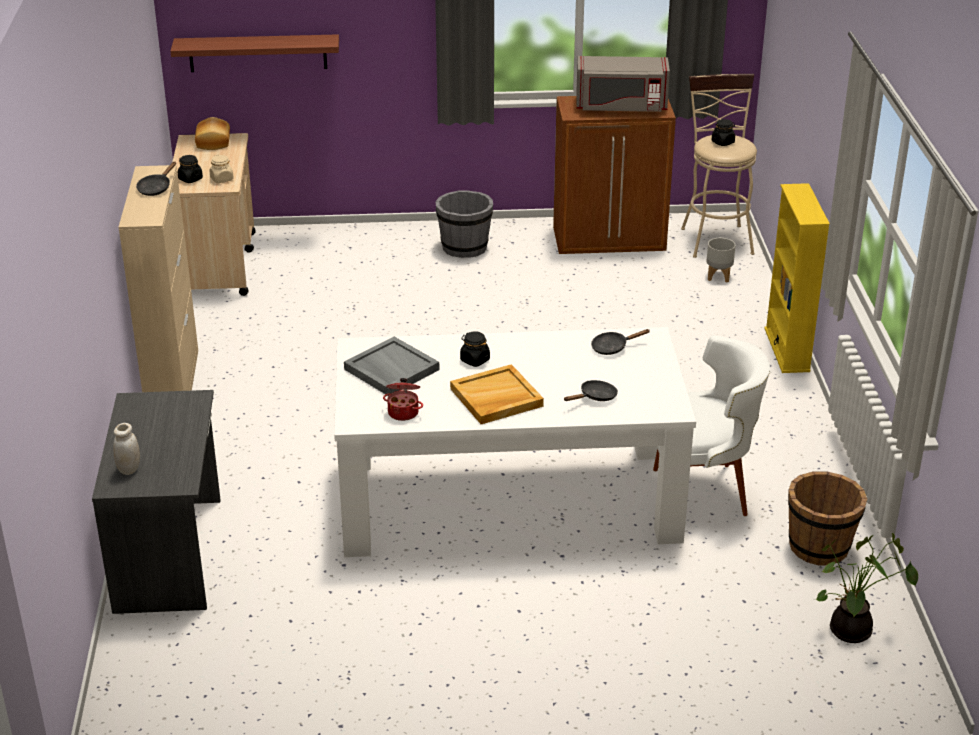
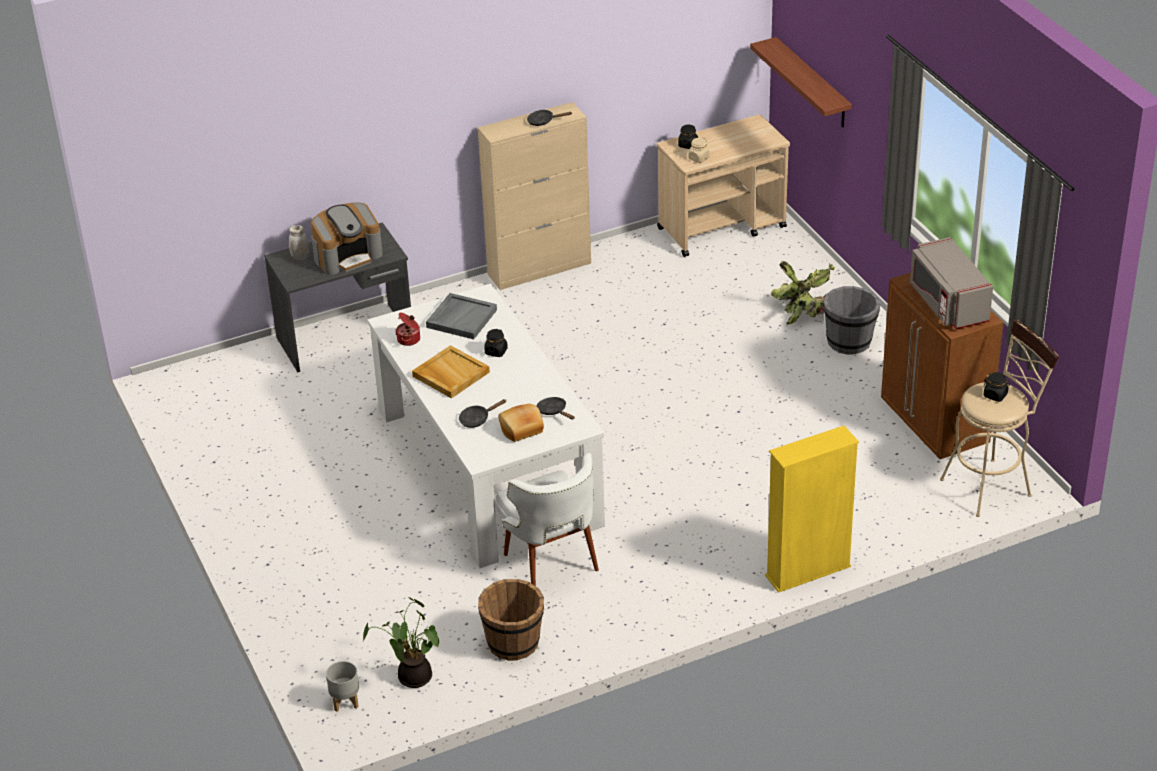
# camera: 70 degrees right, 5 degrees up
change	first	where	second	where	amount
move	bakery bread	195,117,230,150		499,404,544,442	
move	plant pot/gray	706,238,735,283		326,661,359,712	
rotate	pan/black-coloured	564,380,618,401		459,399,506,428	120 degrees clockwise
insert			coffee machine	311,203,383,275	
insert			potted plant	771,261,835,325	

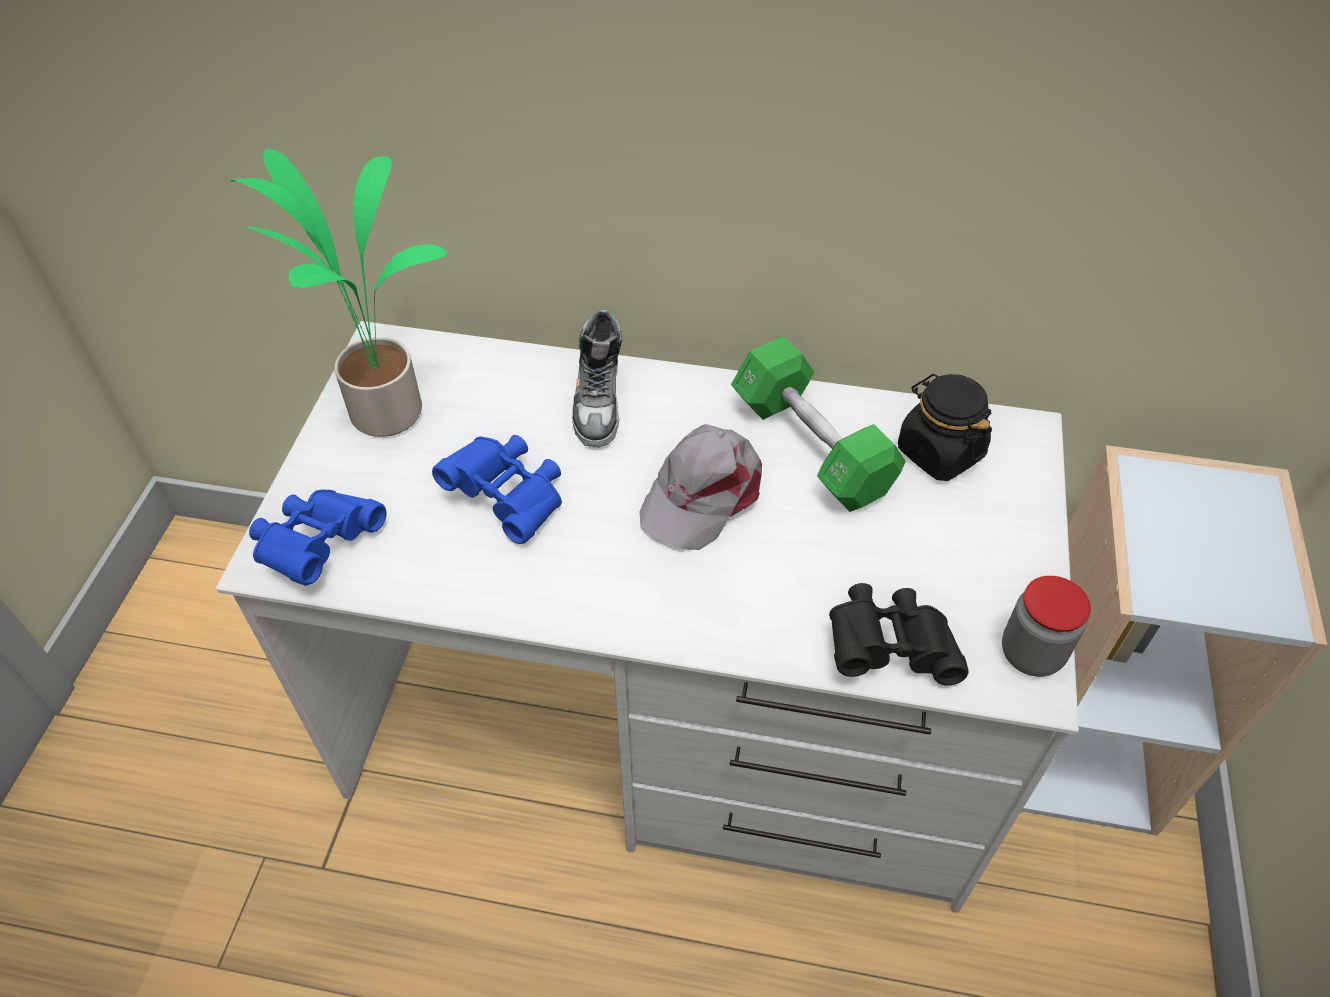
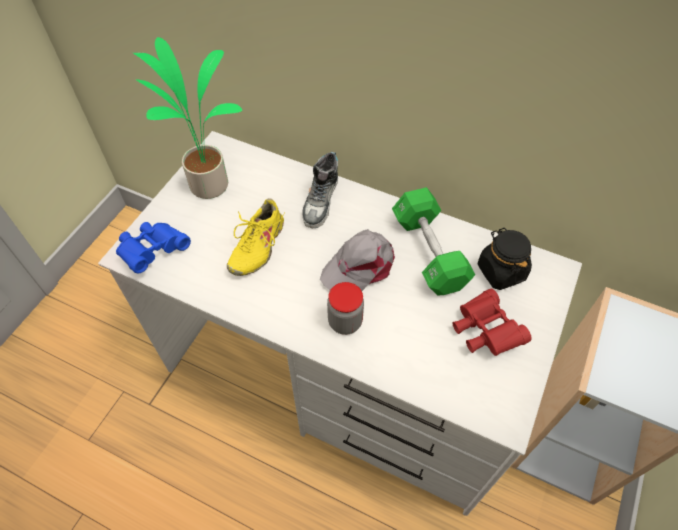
# camera: 15 degrees right, 5 degrees up
change	first	where	second	where	amount
replace	binoculars/bluish	432,435,562,544	item of footwear/yellowish	227,198,285,276	
move	storage jar	1002,576,1091,677		327,282,364,335	
delete	binoculars/black-coloured	829,583,969,685			
insert			binoculars/reddish	452,289,532,356	

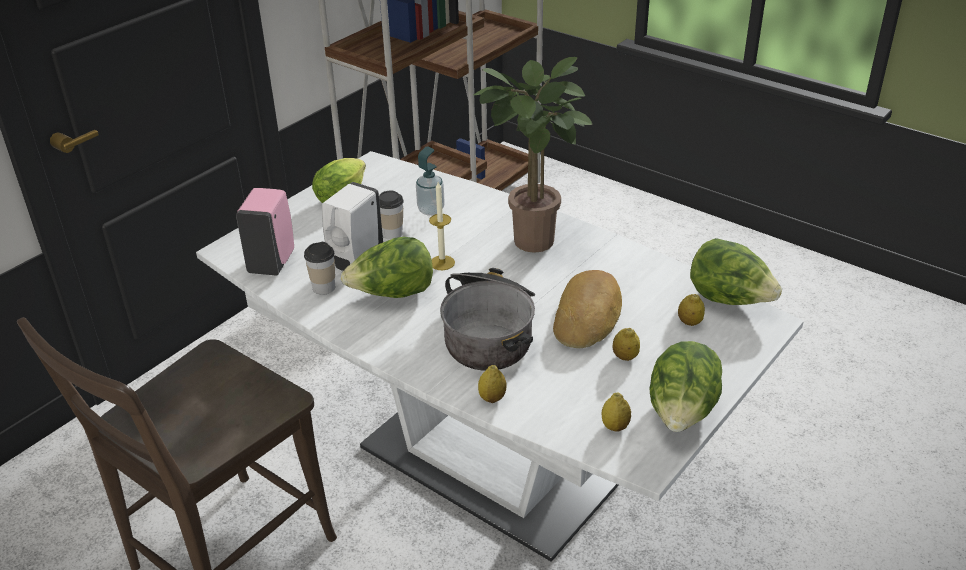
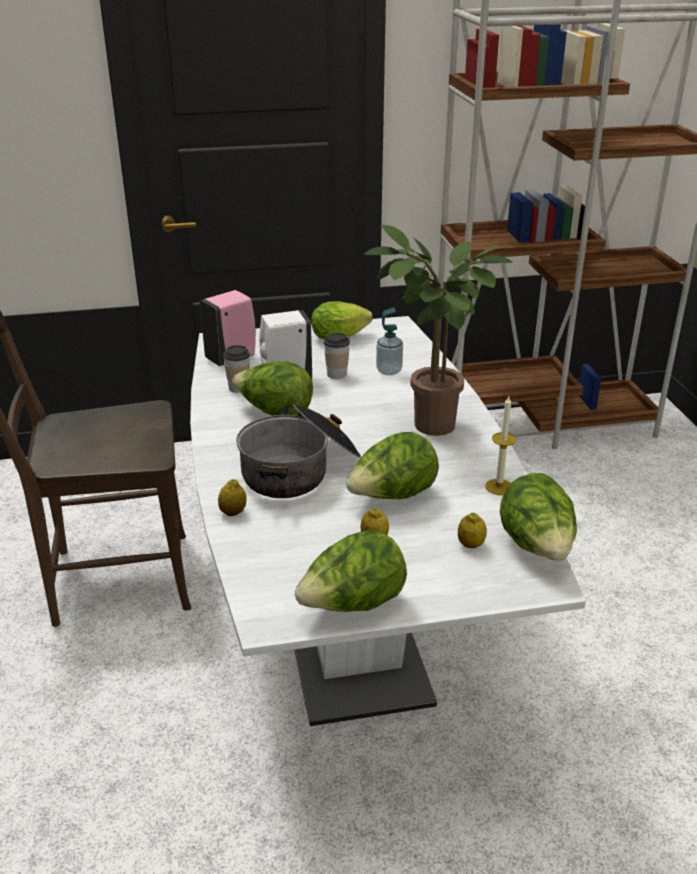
# camera: 40 degrees right, 5 degrees down
change	first	where	second	where	amount
move	wax candle	429,182,455,270		485,396,517,495	
replace	bakery bread	553,270,622,348	lettuce head	346,432,439,499	
delete	whole lemon	602,392,631,432			

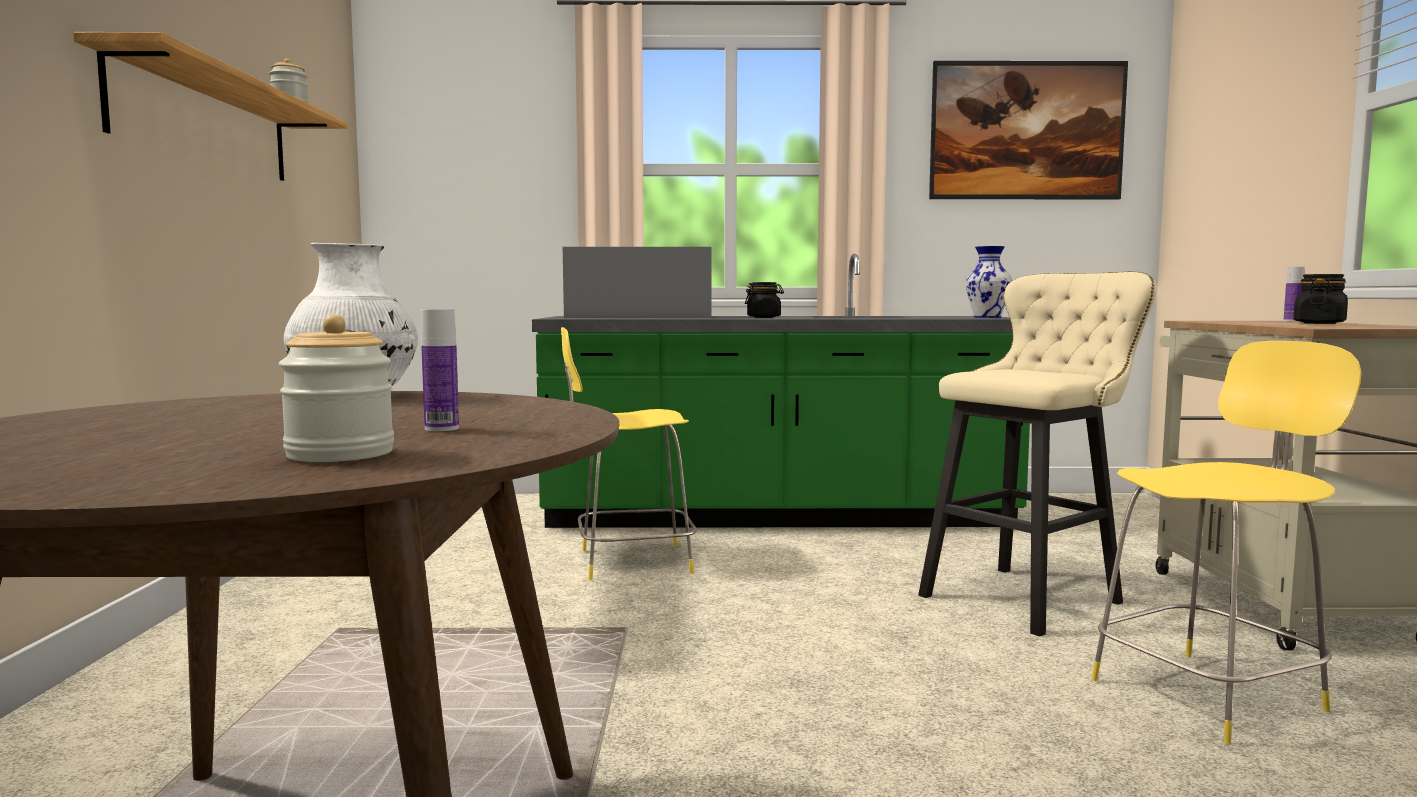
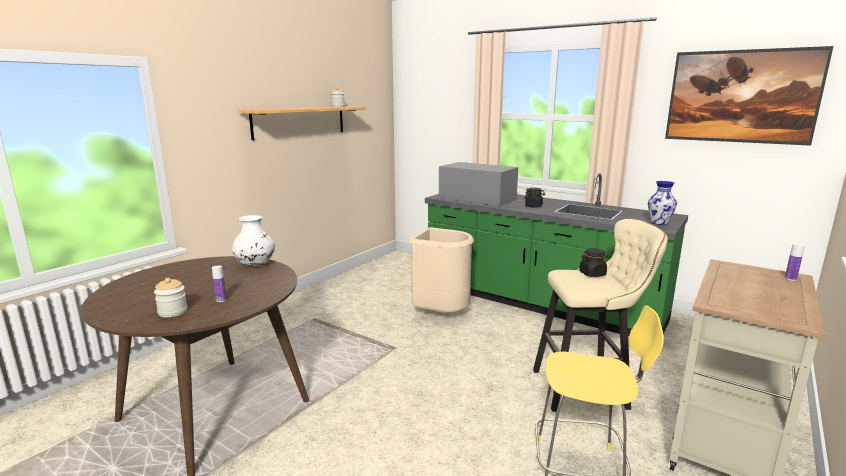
# camera: 35 degrees right, 10 degrees up
change	first	where	second	where	amount
move	storage jar/black-coloured	1294,274,1348,324		579,248,608,277	
replace	stool/yellowish	561,327,697,580	trash can/beige-coloured	409,227,474,313	

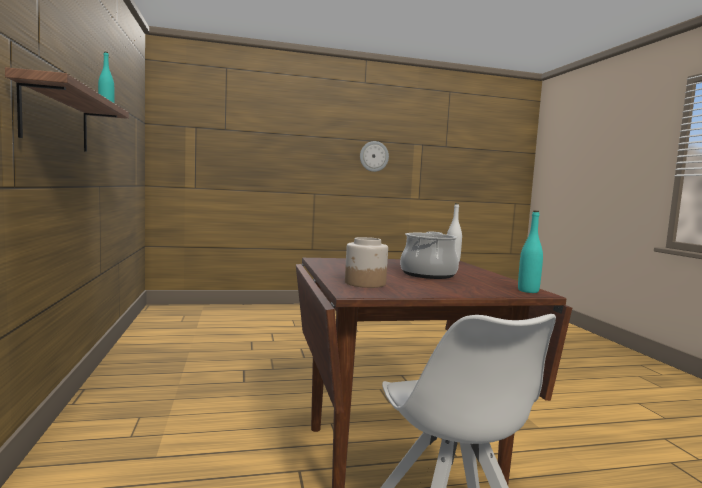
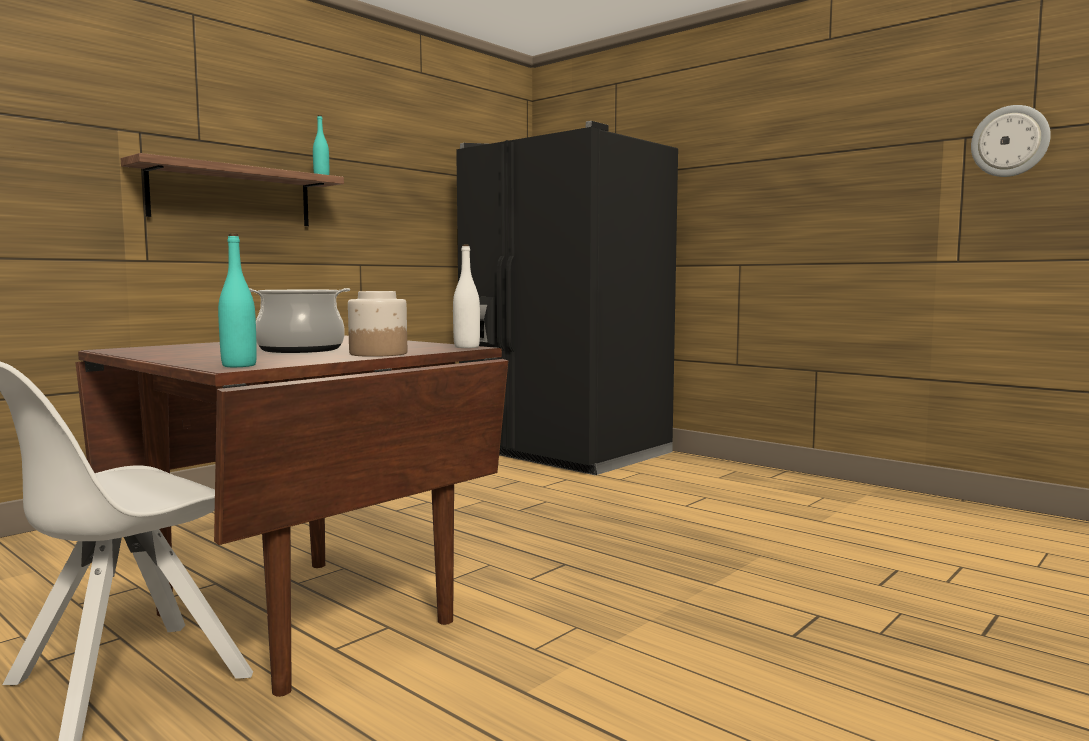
# camera: 55 degrees right, 0 degrees up
change	first	where	second	where	amount
move	wall clock	360,141,389,172		971,105,1051,177	
move	storage jar	345,237,388,288		348,291,407,357	
insert			refrigerator/black-coloured	456,121,678,475	

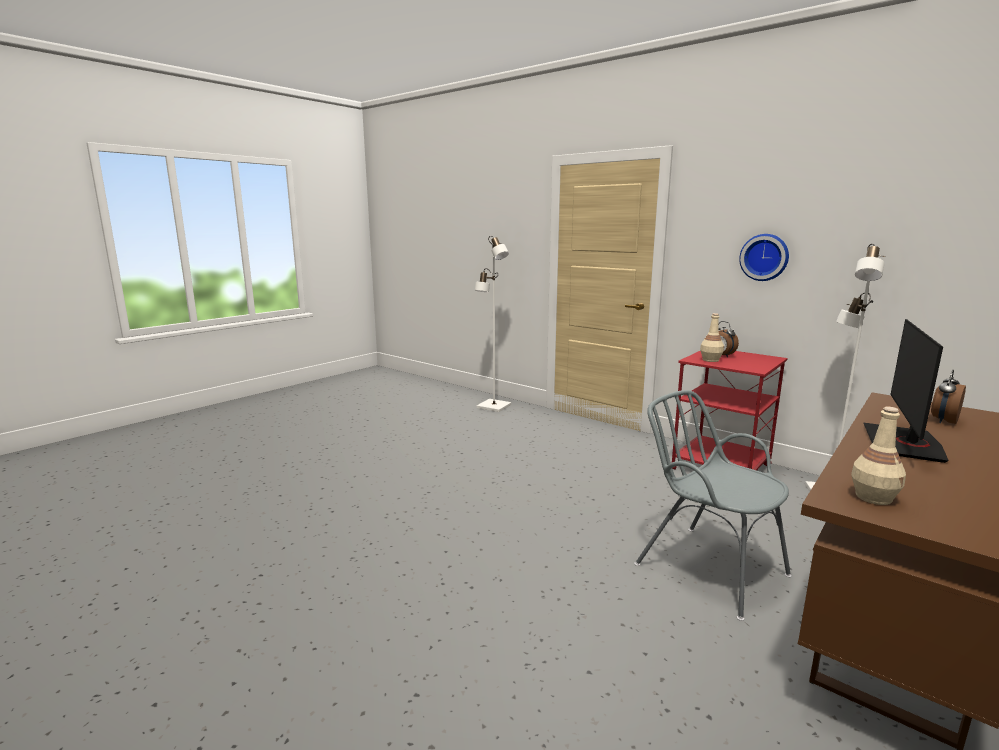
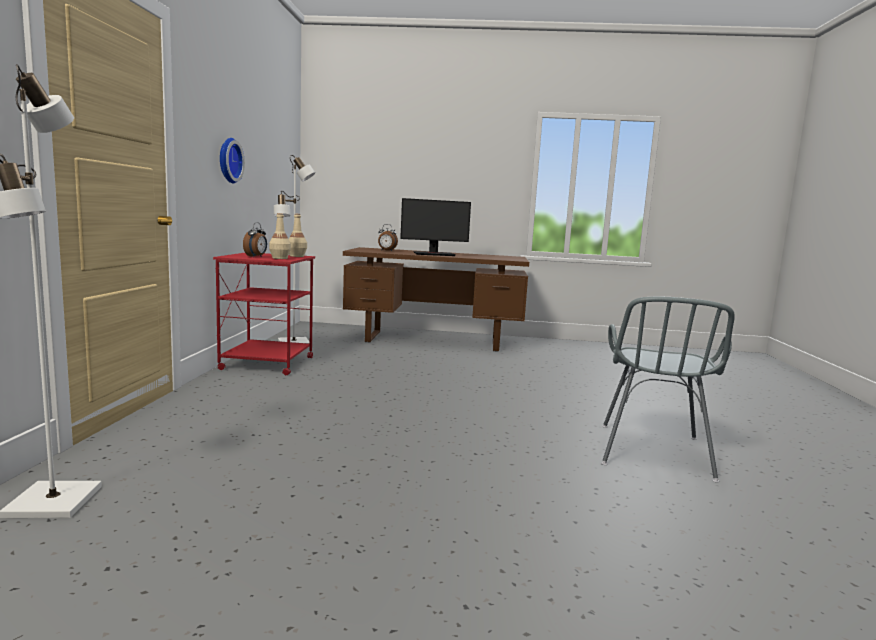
# camera: 125 degrees left, 5 degrees down
change	first	where	second	where	amount
move	plain chair/gray	634,390,792,621		601,297,735,483	
move	drink bottle/beige-coloured	851,407,906,505		289,214,307,257	

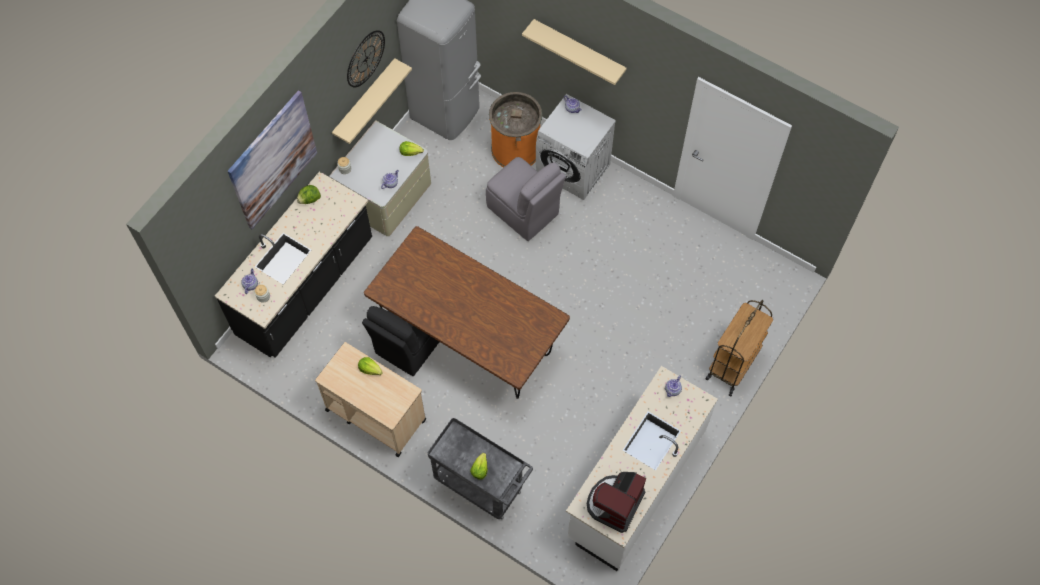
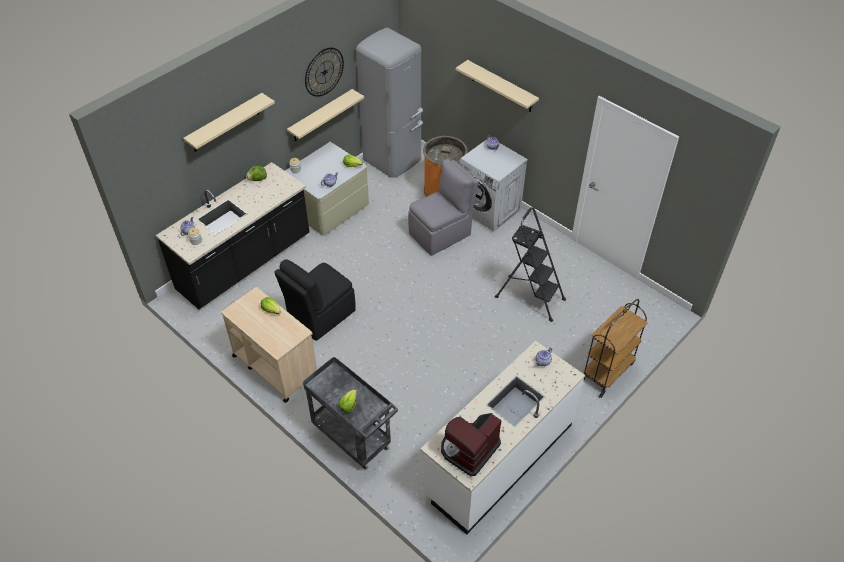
# camera: 10 degrees right, 15 degrees down
change	first	where	second	where	amount
replace	picture	228,90,317,229	shelf/beige-coloured	183,93,275,152	
rotate	plain chair/gray	486,157,566,241		408,159,479,256	90 degrees counterclockwise
delete	dining table/brown	364,226,570,399			
insert			step stool	494,207,566,322	

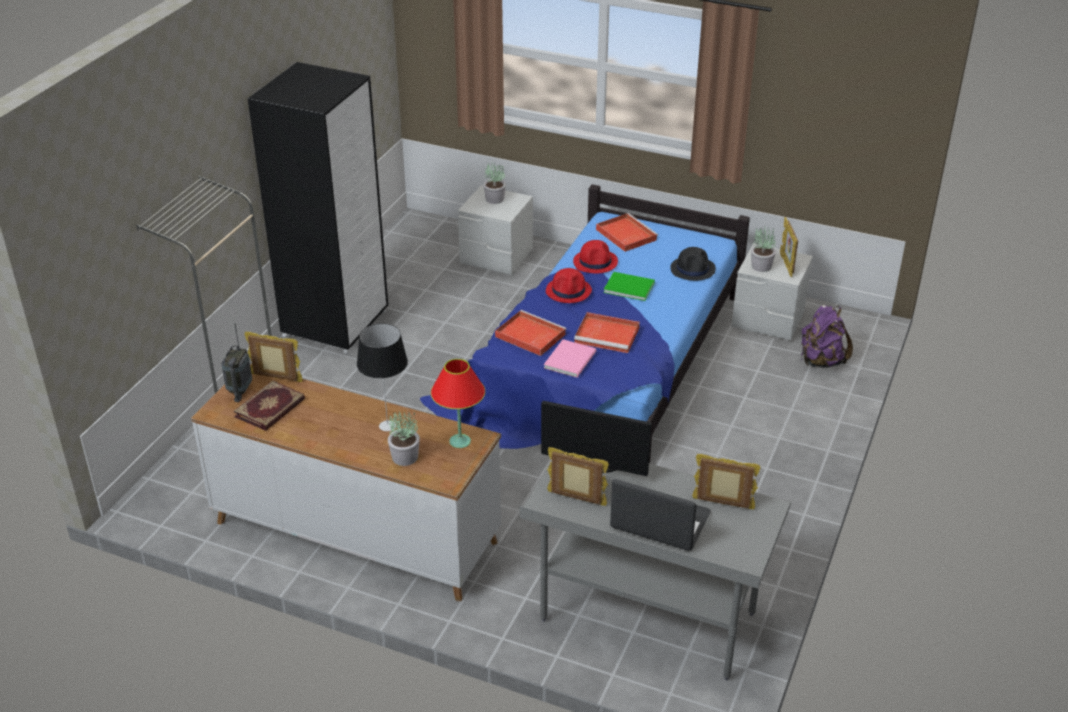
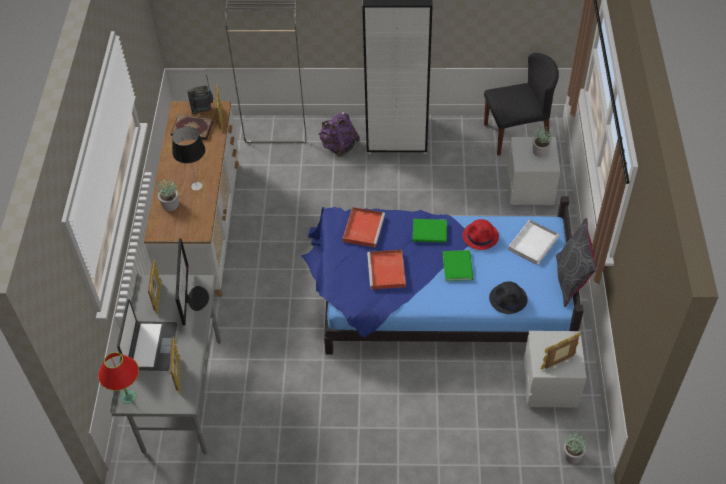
# camera: 70 degrees right, 15 degrees up
change	first	where	second	where	amount
recolor	tray/reddish	596,213,658,252	tray/white	508,220,559,265	
move	potted plant	751,226,776,272		564,431,587,464	
replace	wearable hat/reddish	546,268,592,303	bound book/green-coloured	413,219,447,243	
move	backpack/purplish	801,305,853,368		319,112,360,157	
delete	bound book/pink	544,339,596,378			
move	tabletop lamp/reddish	431,359,485,448		98,352,139,404	
insert			plain chair/black-coloured	484,53,559,156	
insert			pillow/gray	556,218,596,307	

